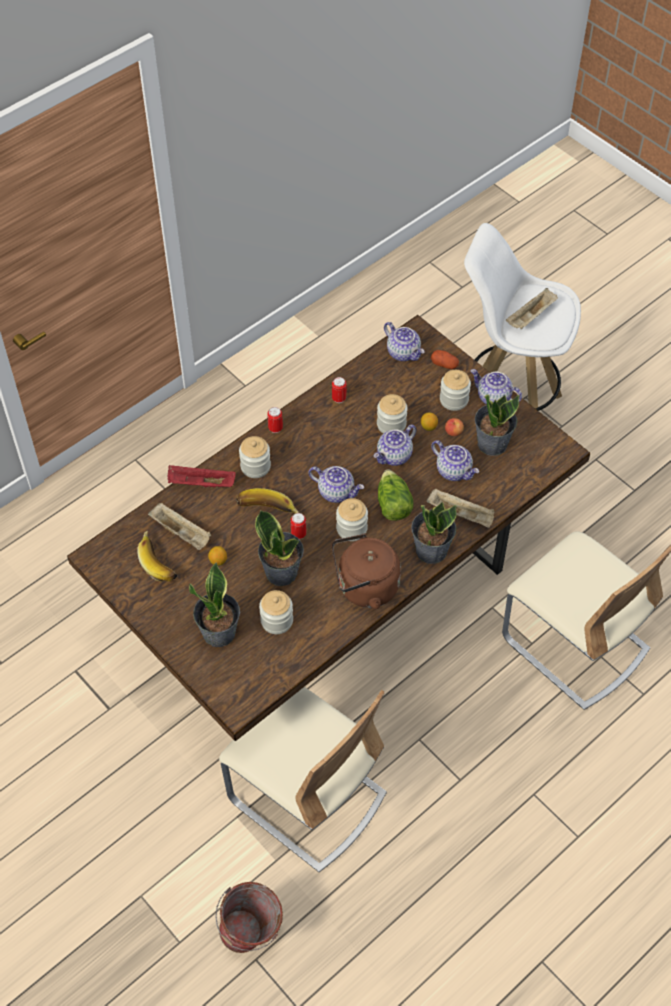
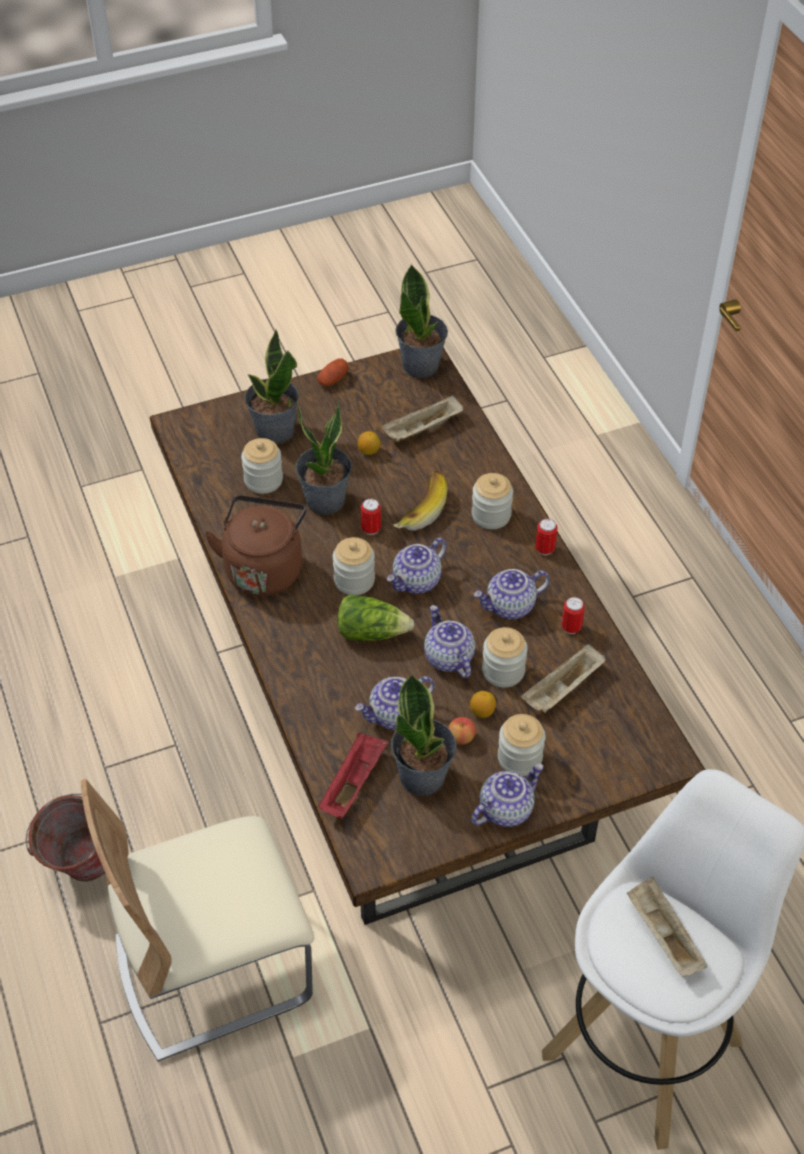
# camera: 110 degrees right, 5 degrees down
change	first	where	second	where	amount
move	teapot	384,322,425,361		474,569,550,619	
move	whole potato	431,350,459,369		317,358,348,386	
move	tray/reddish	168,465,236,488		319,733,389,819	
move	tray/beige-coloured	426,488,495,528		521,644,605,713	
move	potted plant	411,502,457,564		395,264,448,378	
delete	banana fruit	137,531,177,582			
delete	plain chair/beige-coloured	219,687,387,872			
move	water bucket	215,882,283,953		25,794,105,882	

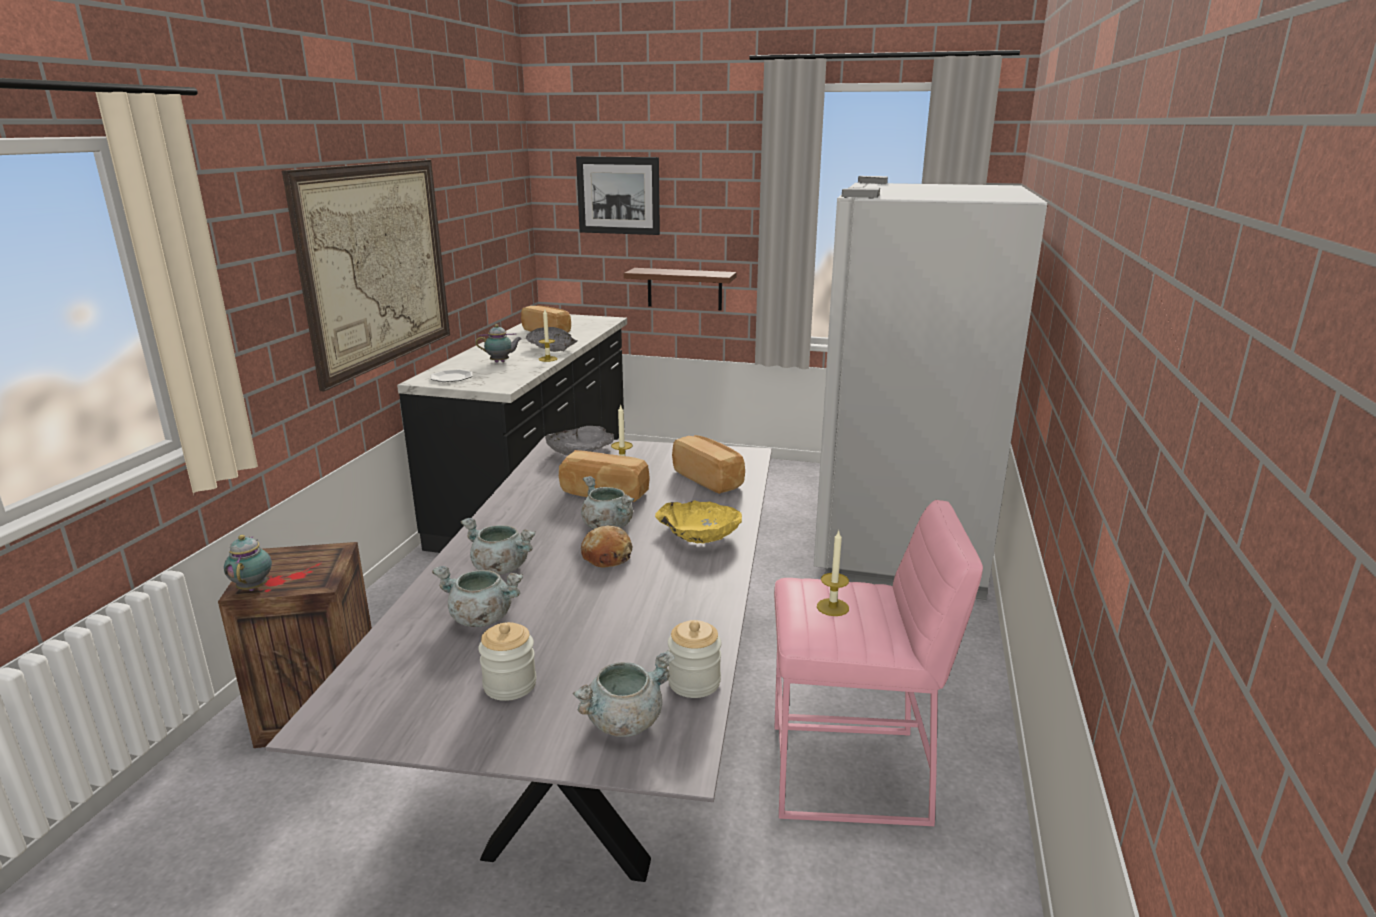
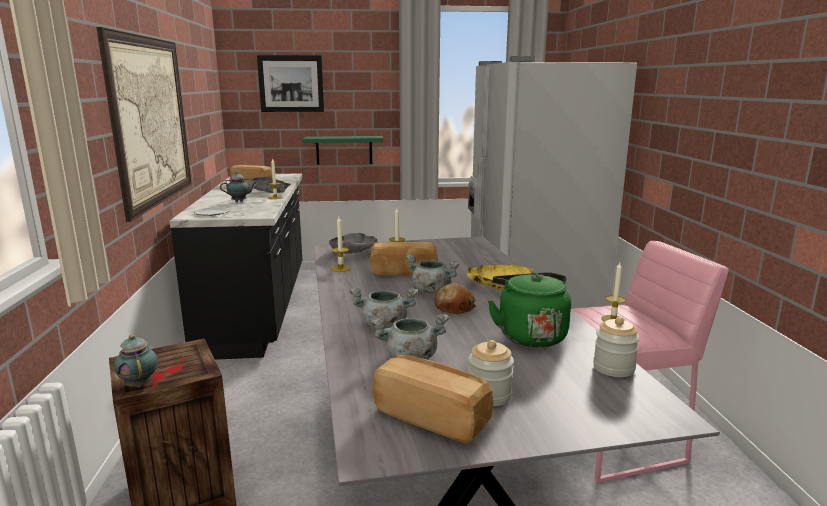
# camera: 20 degrees left, 5 degrees down
change	first	where	second	where	amount
recolor	shelf/brown	624,268,737,310	shelf/green-coloured	303,136,383,165	
move	bakery bread	672,435,745,494		373,355,493,444	
delete	cooking pot/gray	573,650,675,737			
insert			wax candle	331,217,351,272	
insert			water kettle/green-coloured	488,272,571,347	

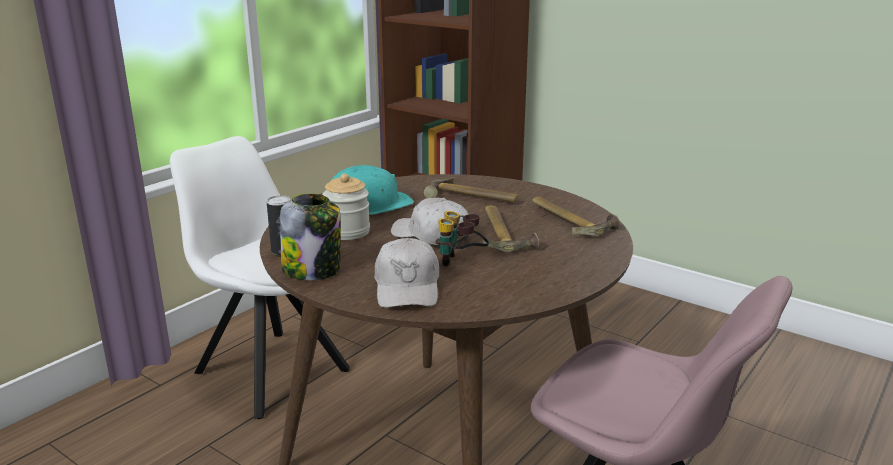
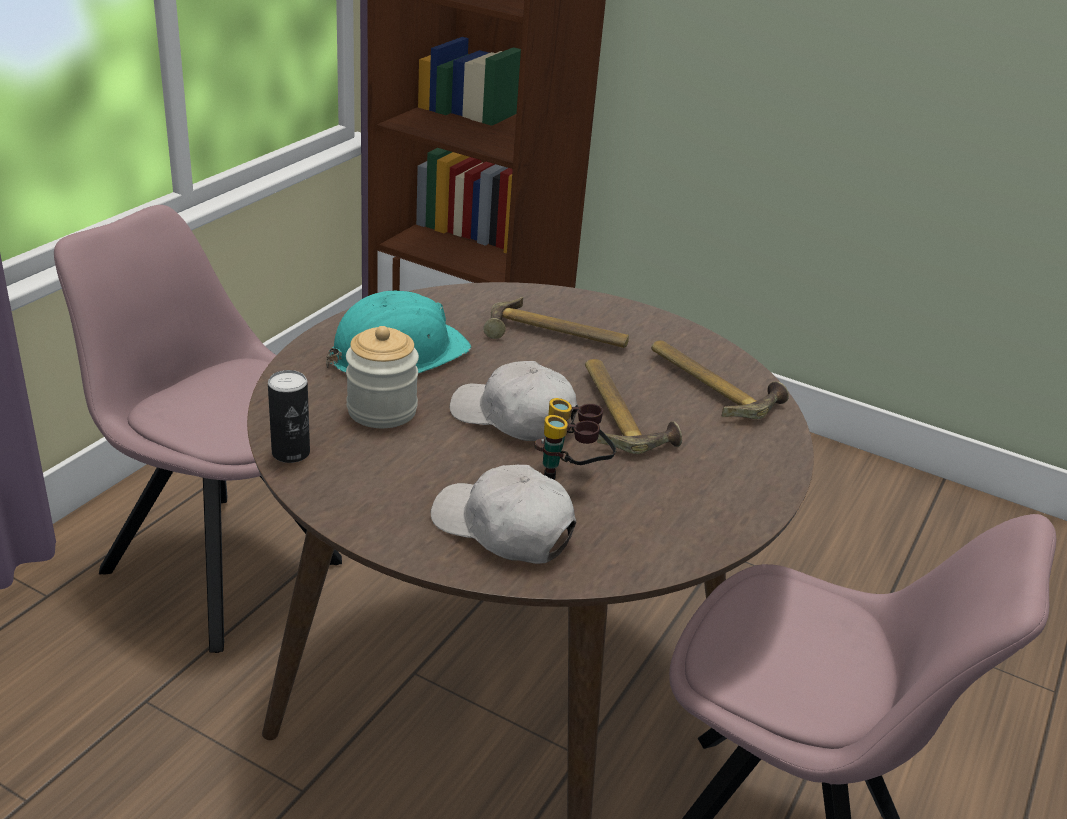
# camera: 10 degrees left, 10 degrees up
change	first	where	second	where	amount
recolor	plain chair/white	170,136,350,419	plain chair/pink	54,205,342,653	
delete	storage jar	280,193,341,280			
rotate	baseball cap/white	374,238,439,308		431,465,576,564	135 degrees clockwise

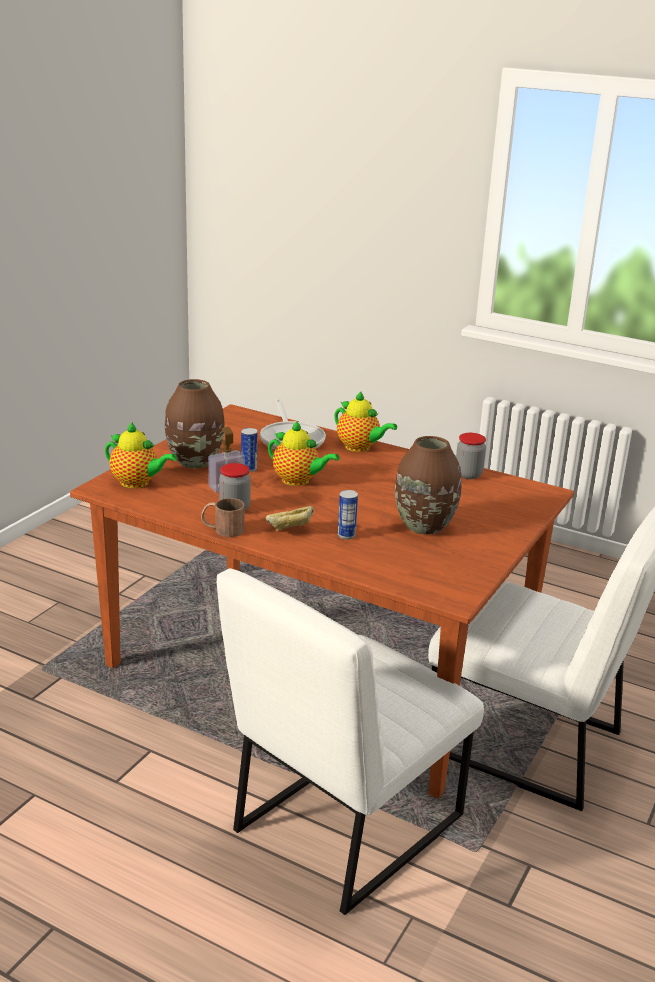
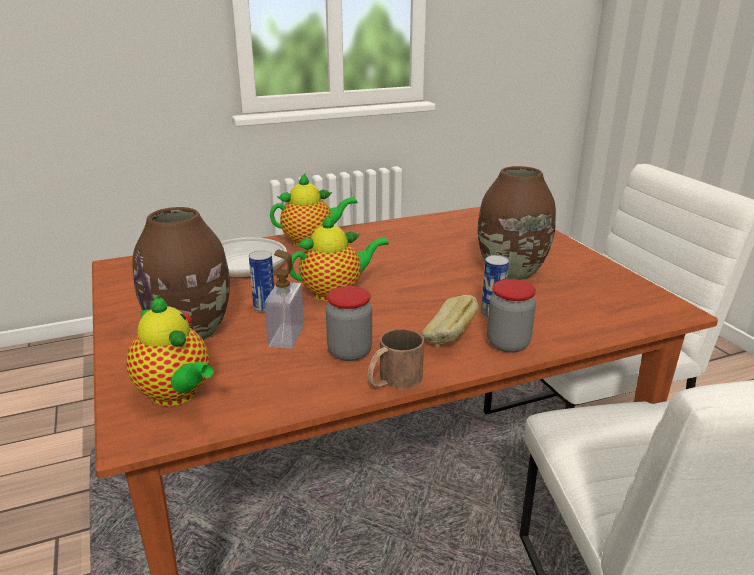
# camera: 50 degrees left, 0 degrees up
change	first	where	second	where	amount
rotate	teapot	105,422,177,488		126,295,214,406	75 degrees clockwise
move	storage jar	456,433,486,479		487,279,536,353	

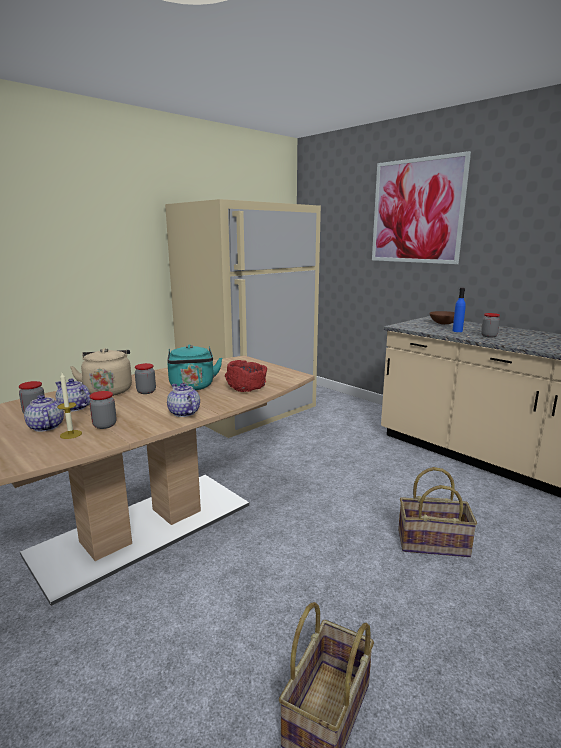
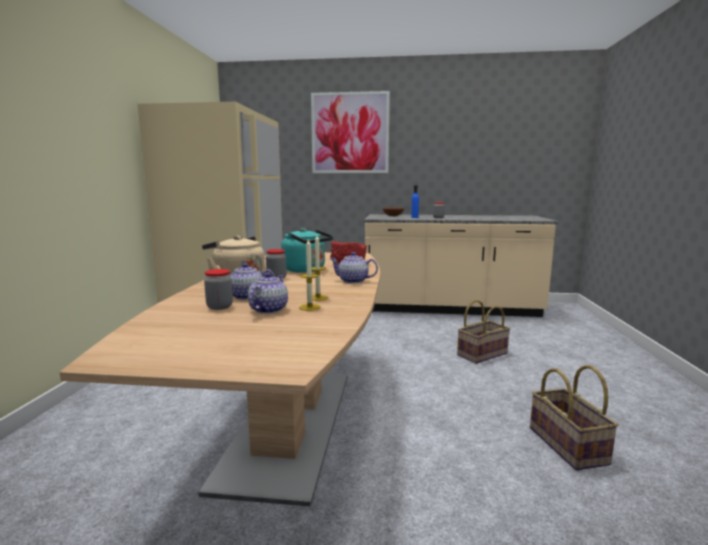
# camera: 40 degrees left, 5 degrees down
change	first	where	second	where	amount
replace	storage jar	89,391,117,429	wax candle	311,235,328,301	
rotate	teapot	24,395,64,432		248,273,288,314	90 degrees clockwise

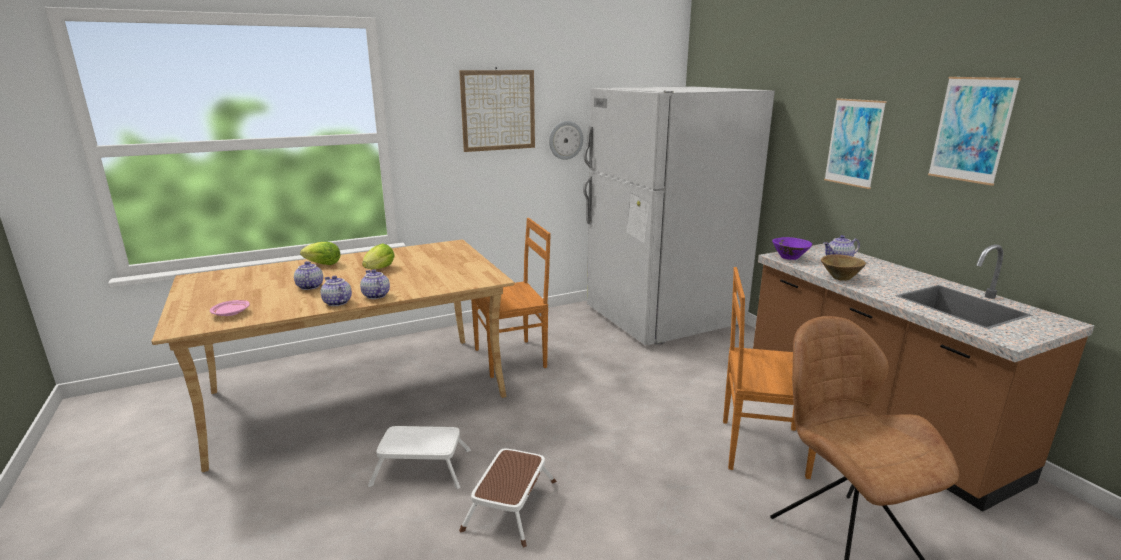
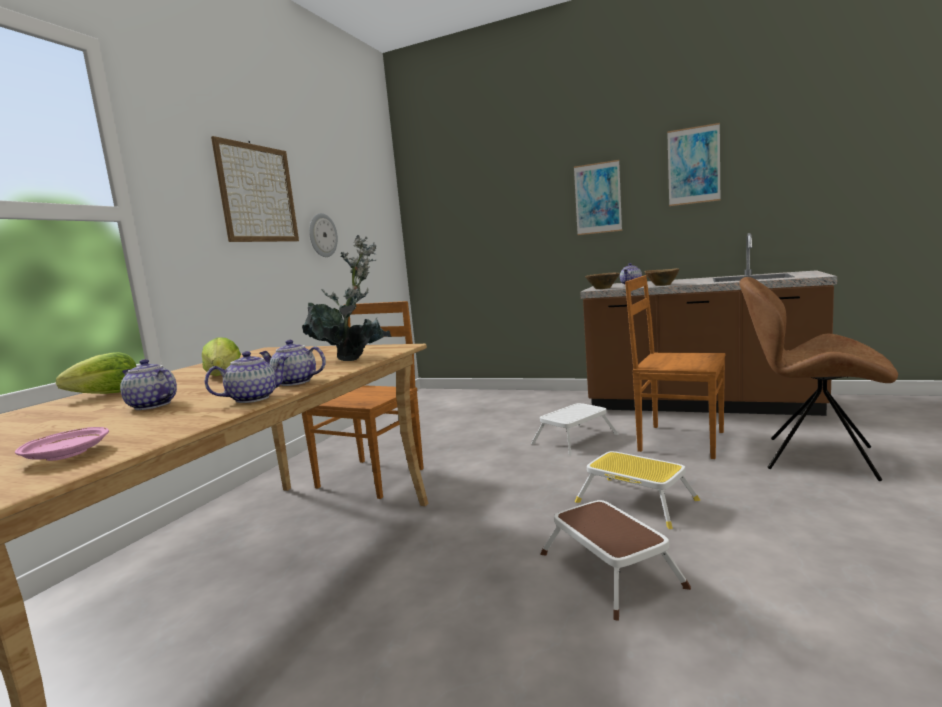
# camera: 40 degrees left, 10 degrees down
change	first	where	second	where	amount
delete	refrigerator/white	583,86,775,345			
recolor	deep dish/purplish	772,237,812,260	deep dish/brown	585,273,620,289	
rotate	plain chair/brown	723,267,816,479		625,275,725,459	60 degrees clockwise
rotate	teapot	321,276,352,306		205,351,289,403	135 degrees clockwise
move	step stool/white	368,426,471,489		531,403,618,456	
insert			potted plant	302,235,392,361	
insert			step stool/yellowish	575,451,700,529	

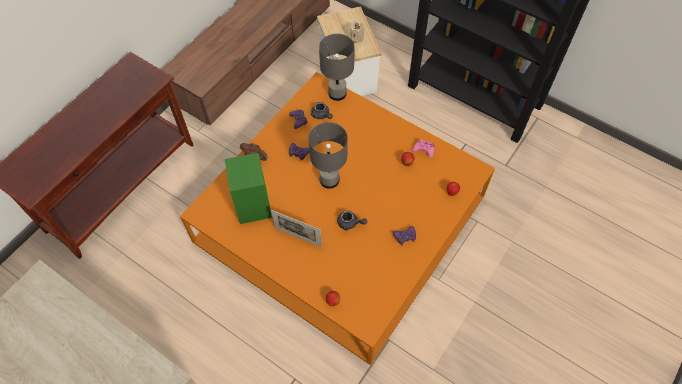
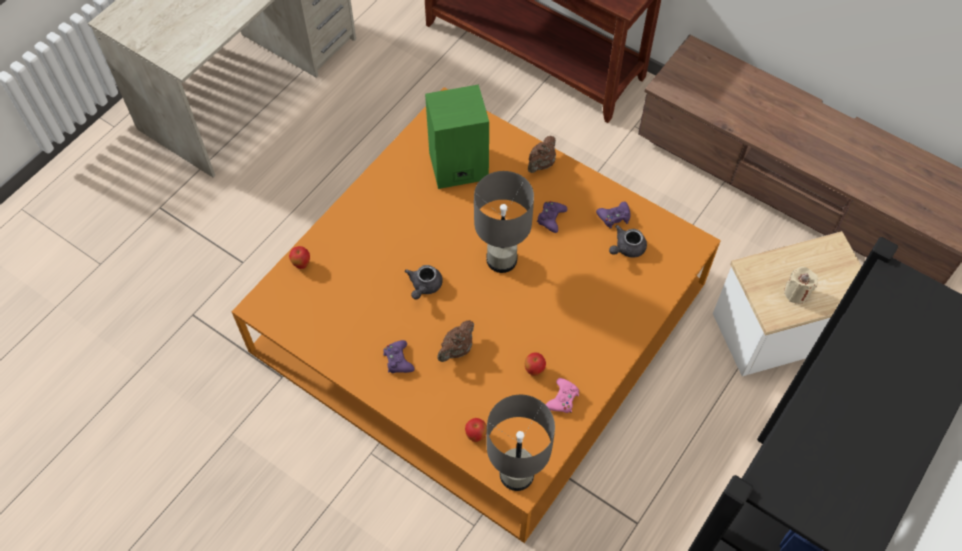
# camera: 90 degrees right, 0 degrees up
change	first	where	second	where	amount
move	tabletop lamp/gray	319,34,355,101		487,395,555,491	
delete	picture frame	271,210,322,247			
insert			teapot/brown	437,320,474,362	

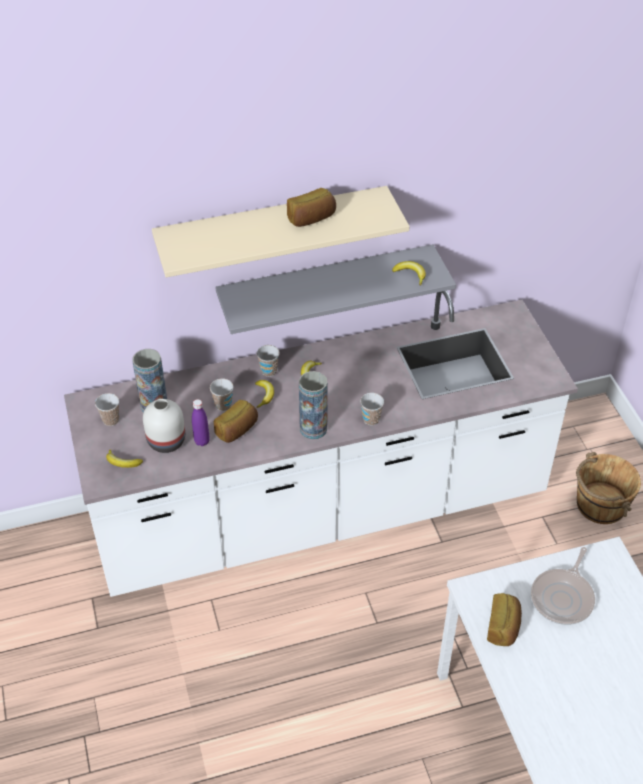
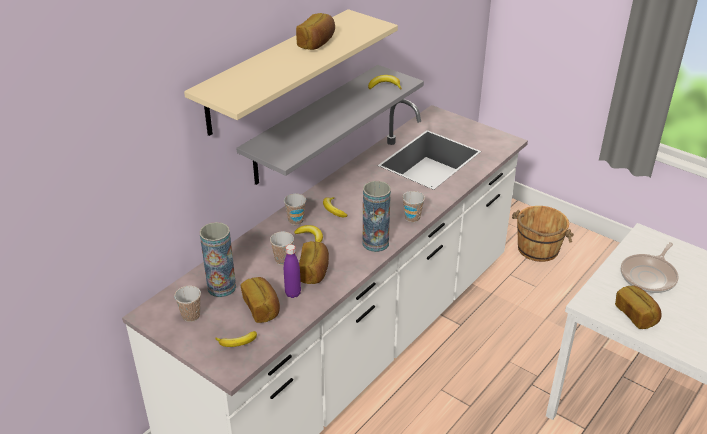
# camera: 35 degrees left, 10 degrees down
change	first	where	second	where	amount
replace	flower vase/white	143,399,185,453	bakery bread	241,277,280,323	
rotate	pan	531,547,595,625		621,242,679,293	45 degrees clockwise

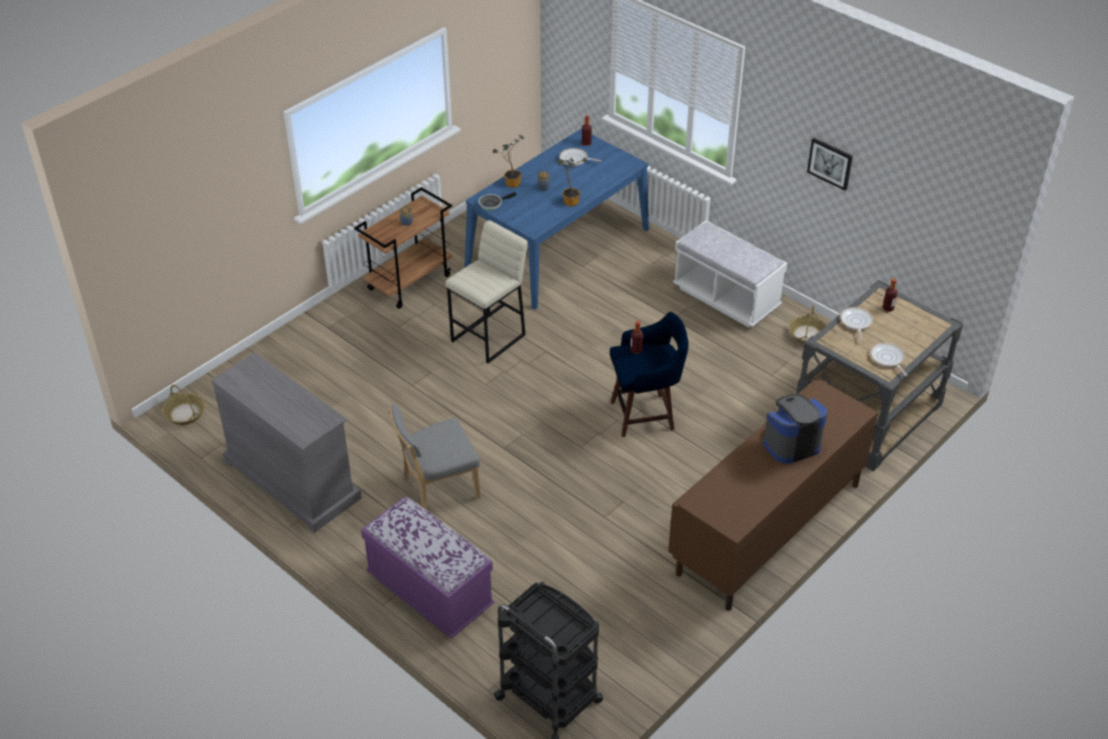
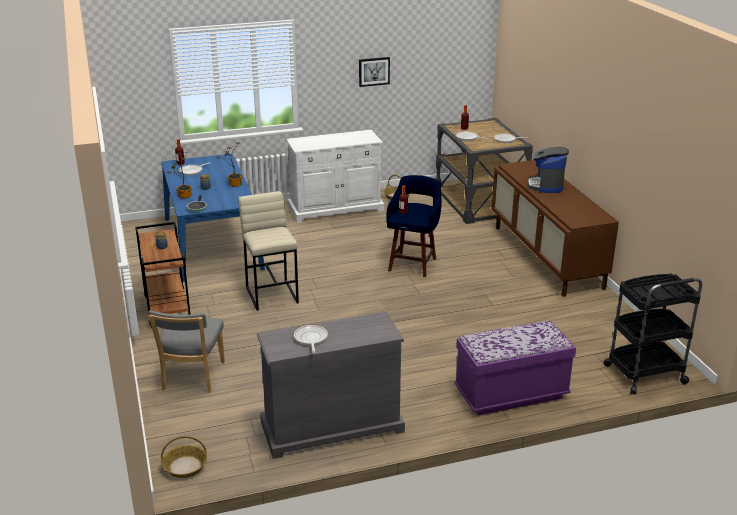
# camera: 60 degrees left, 15 degrees down
change	first	where	second	where	amount
replace	bench/white	673,221,787,327	drawer chest/white	287,130,384,223	
move	plain chair/gray	388,404,481,510		148,310,225,393	
insert			pan	294,325,328,353	

